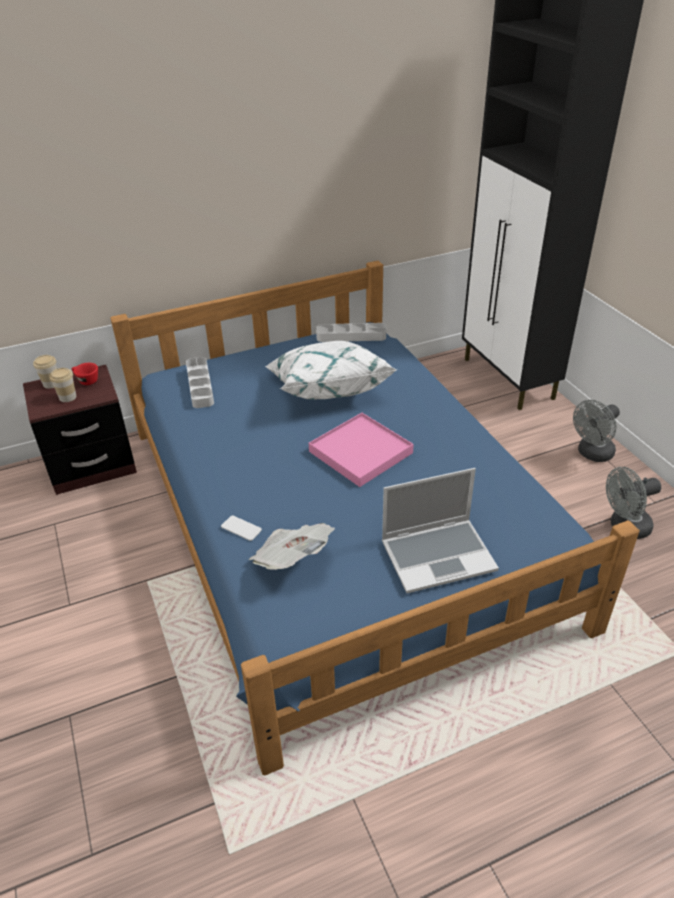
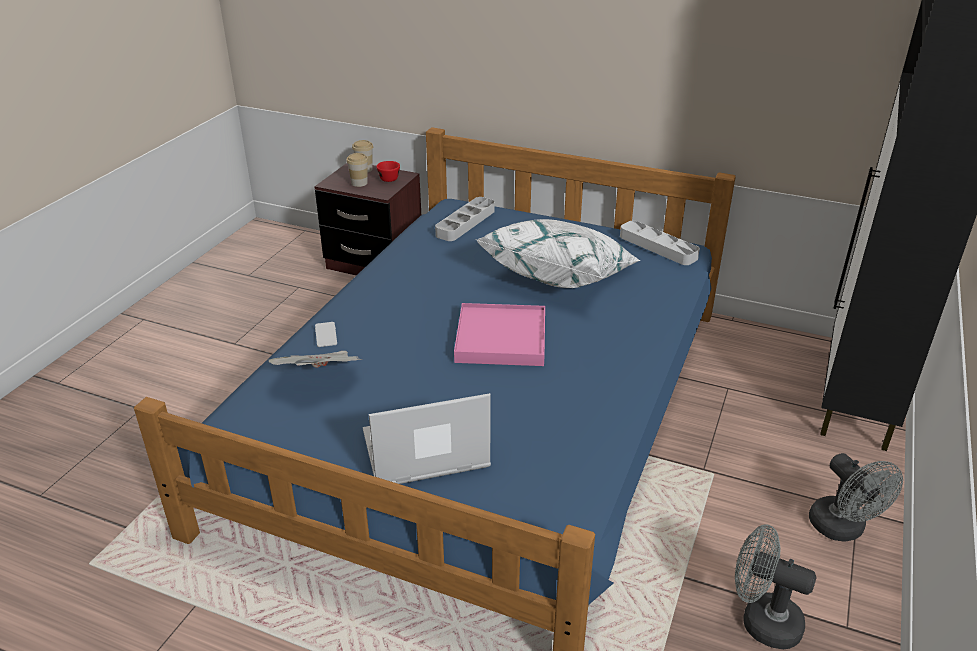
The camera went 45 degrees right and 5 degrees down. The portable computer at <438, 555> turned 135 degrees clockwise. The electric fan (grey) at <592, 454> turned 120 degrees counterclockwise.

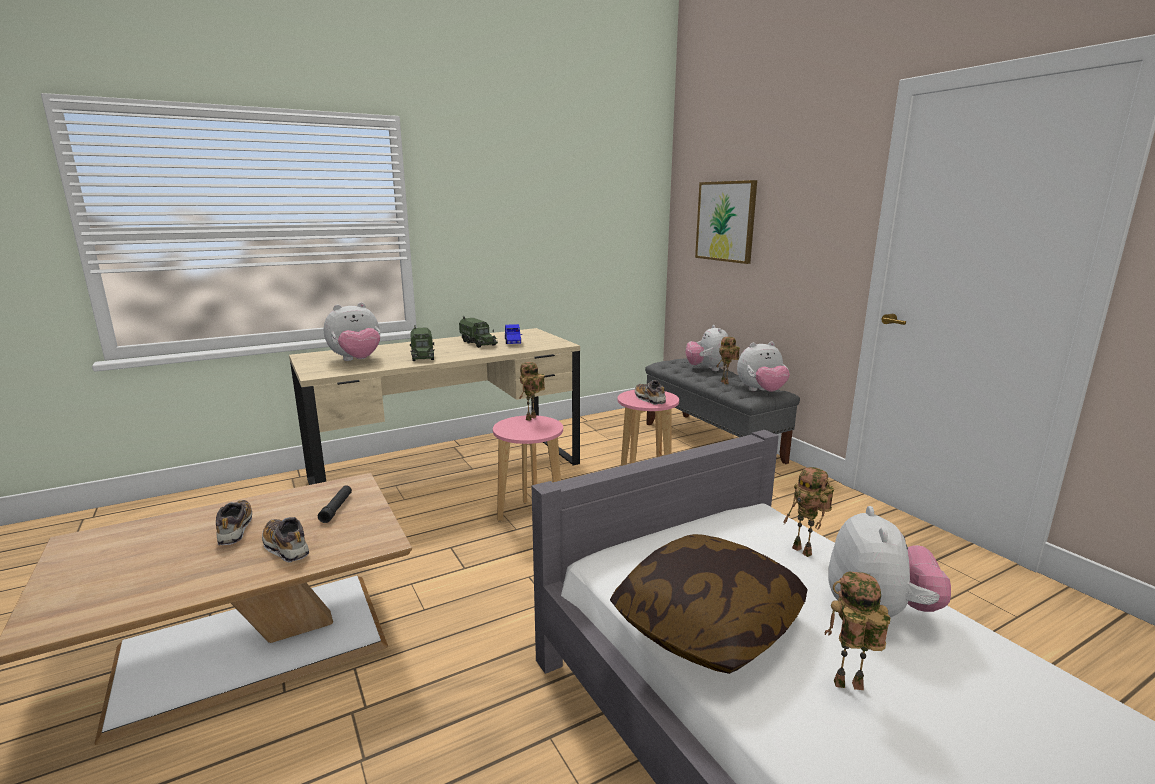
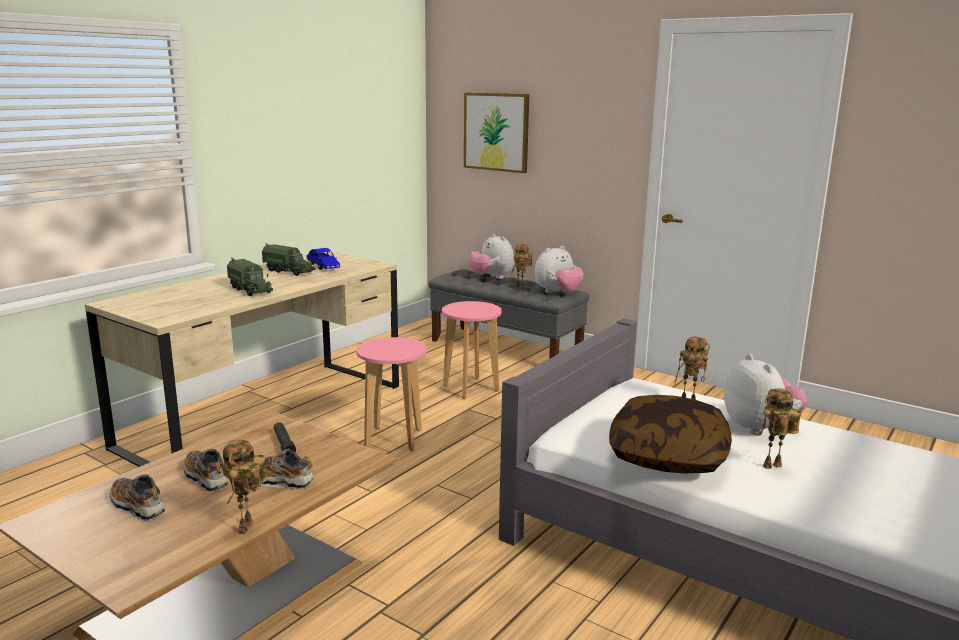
The camera went 25 degrees left and 0 degrees up. The item of footwear moved from <649, 399> to <137, 507>. The toy robot moved from <531, 419> to <247, 529>. The cuddly toy at <357, 360> disappeared.

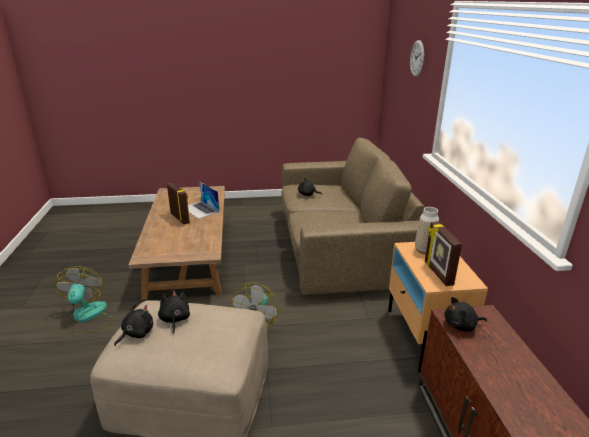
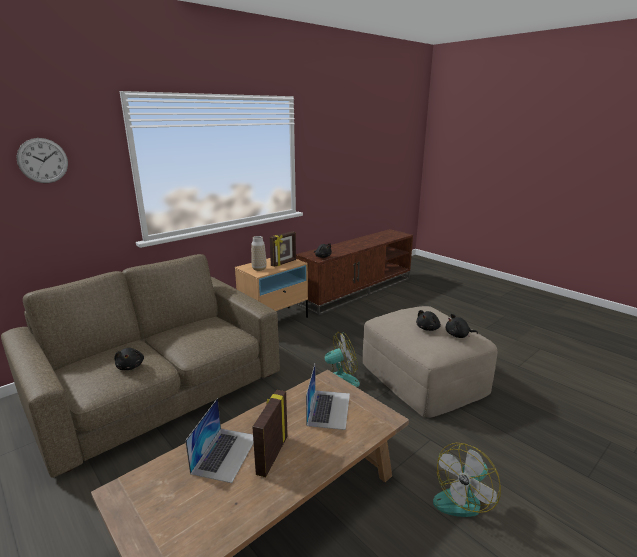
The camera went 125 degrees left and 5 degrees down. The portable computer at <328, 408> appeared.

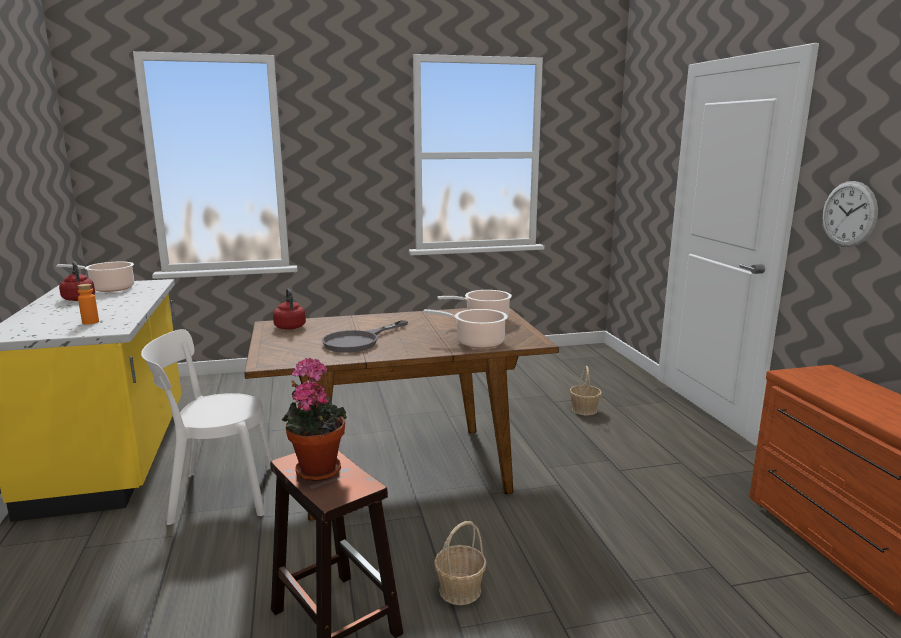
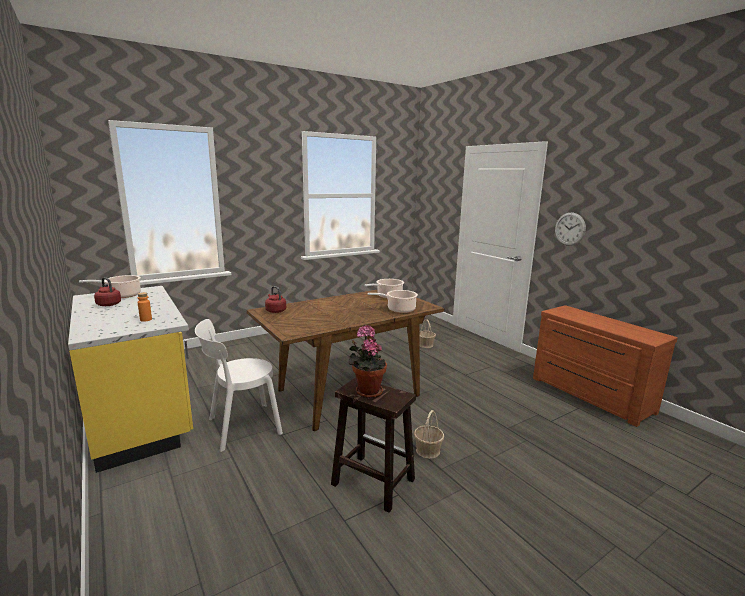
The camera went 20 degrees left and 0 degrees up. The frying pan (grey) at <358, 341> disappeared.

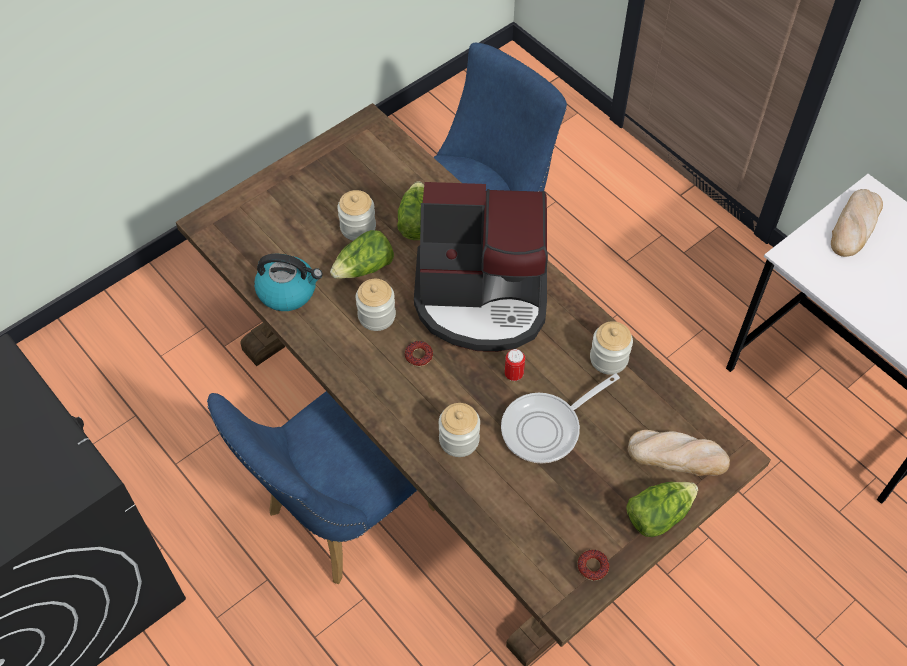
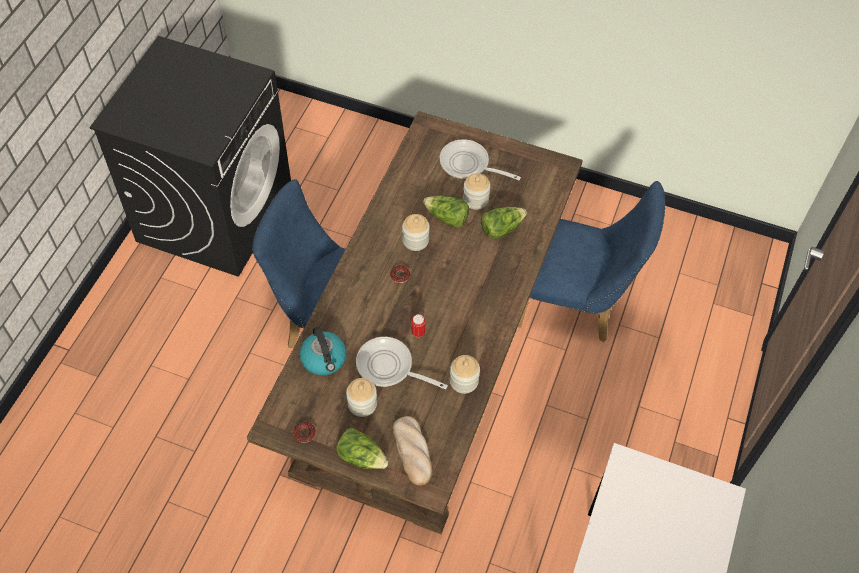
The camera went 60 degrees right and 0 degrees up. The tea kettle moved from <288, 291> to <324, 359>. The storage jar moved from <459, 440> to <362, 404>. The frying pan at <468, 165> appeared. The coffee machine at <482, 298> disappeared. The bread at <855, 226> disappeared.

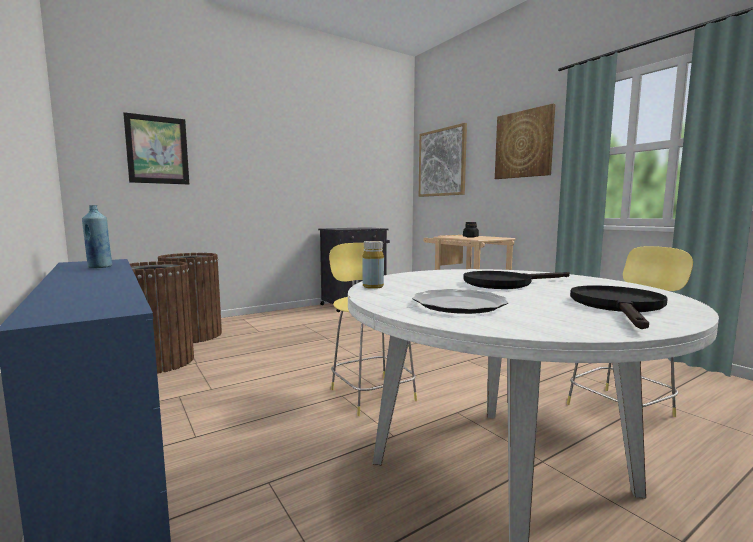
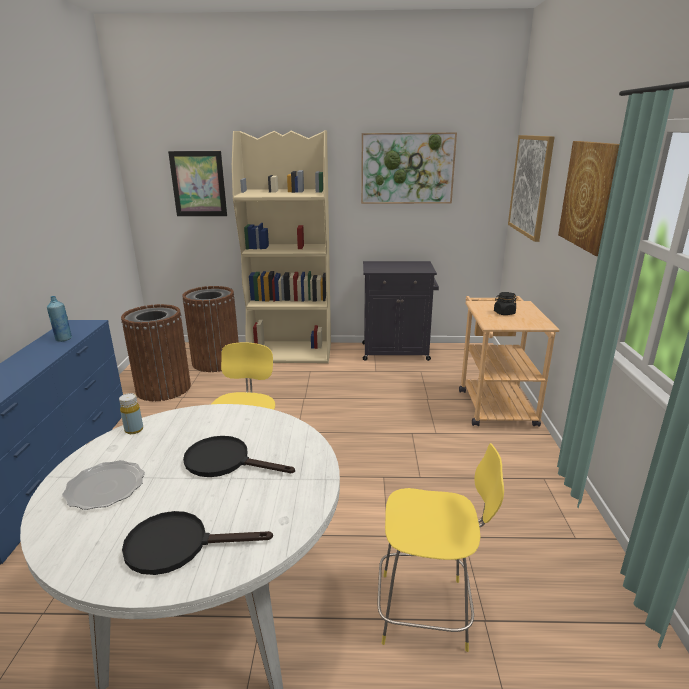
The camera went 35 degrees right and 15 degrees up. The frying pan (black) at <618, 307> turned 150 degrees counterclockwise. The bookcase (beige) at <291, 353> appeared. The wall art at <407, 168> appeared.

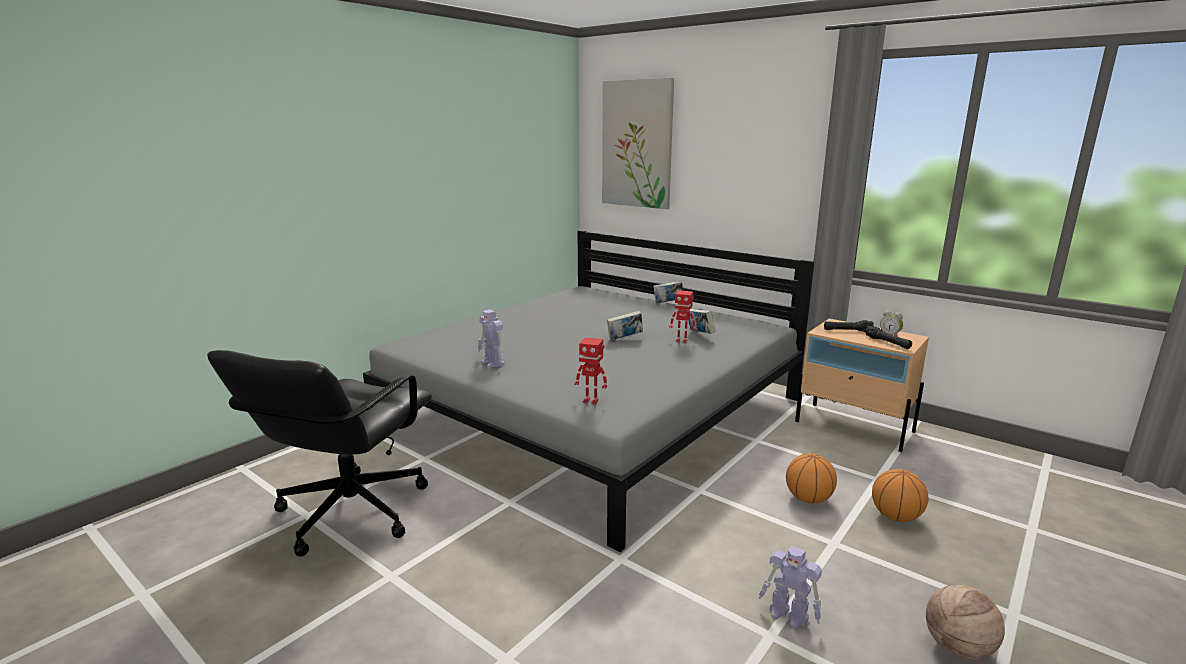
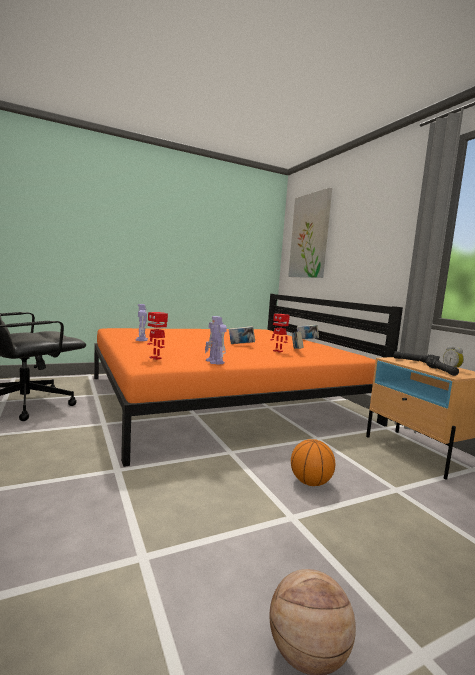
The camera went 25 degrees right and 10 degrees down. The bedroom bed (grey) at <595, 412> became the bedroom bed (orange-coloured) at <223, 398>. The toy robot moved from <789, 615> to <215, 362>. The basketball ball at <895, 517> disappeared.

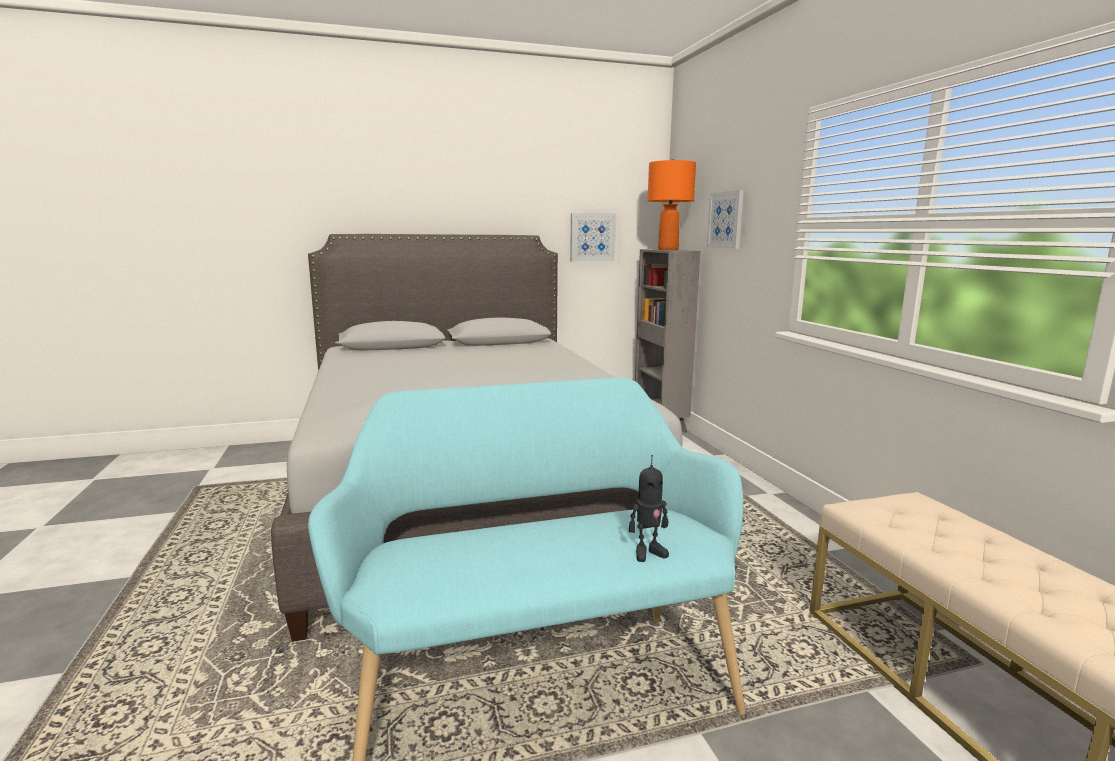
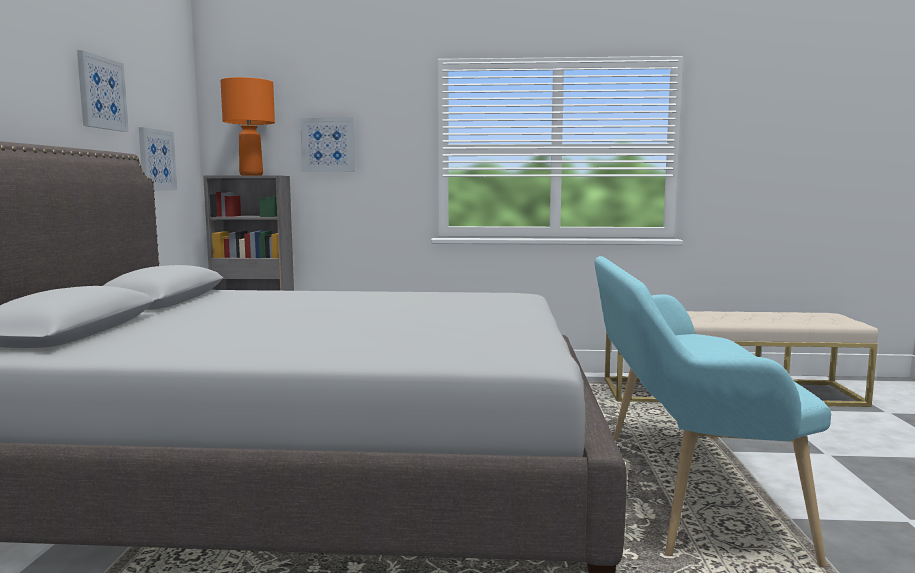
The camera went 70 degrees left and 5 degrees down. The wall art at <101, 93> appeared. The toy robot at <648, 553> disappeared.

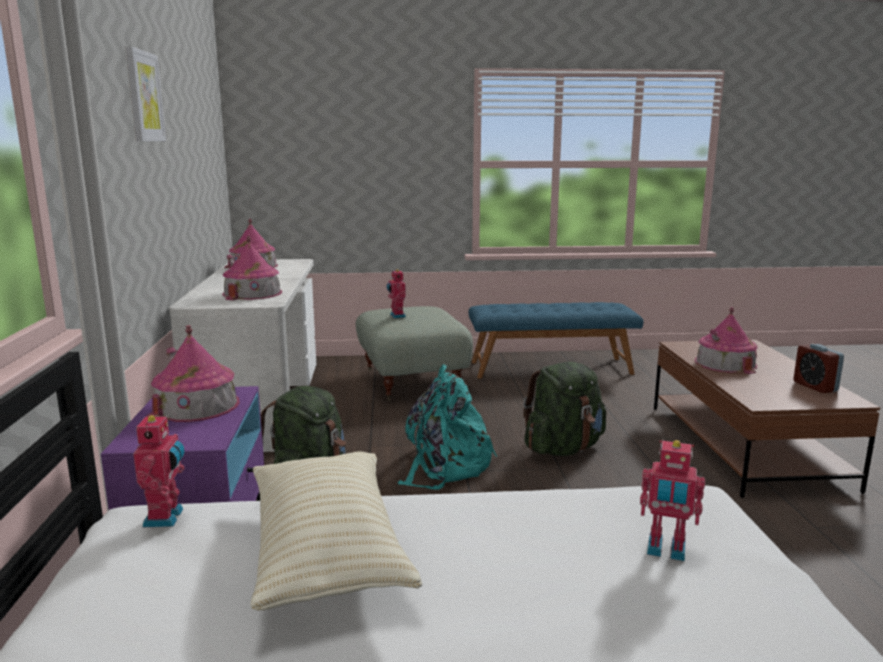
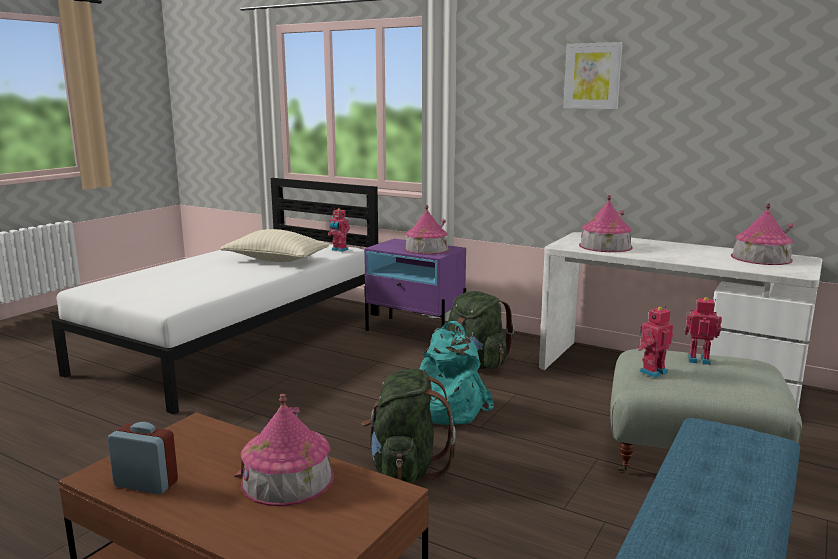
The camera went 125 degrees right and 0 degrees up. The toy robot moved from <666, 551> to <652, 371>.

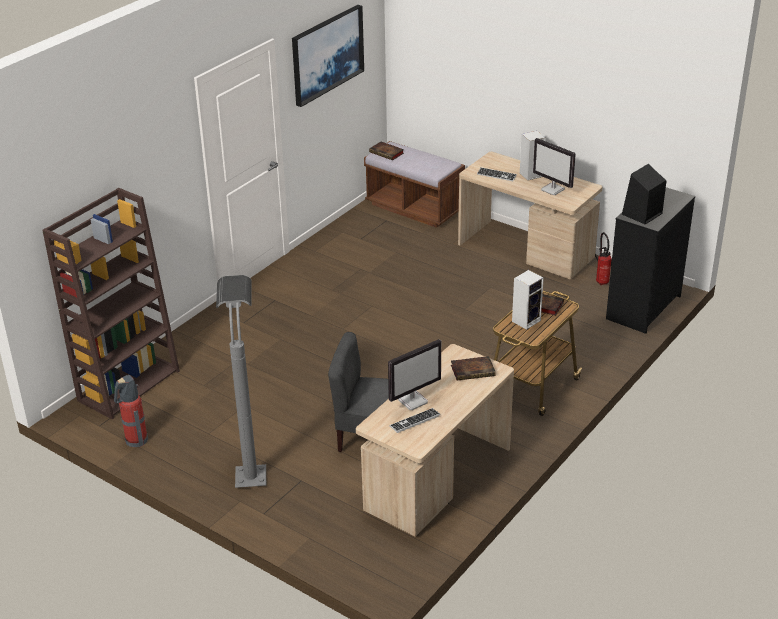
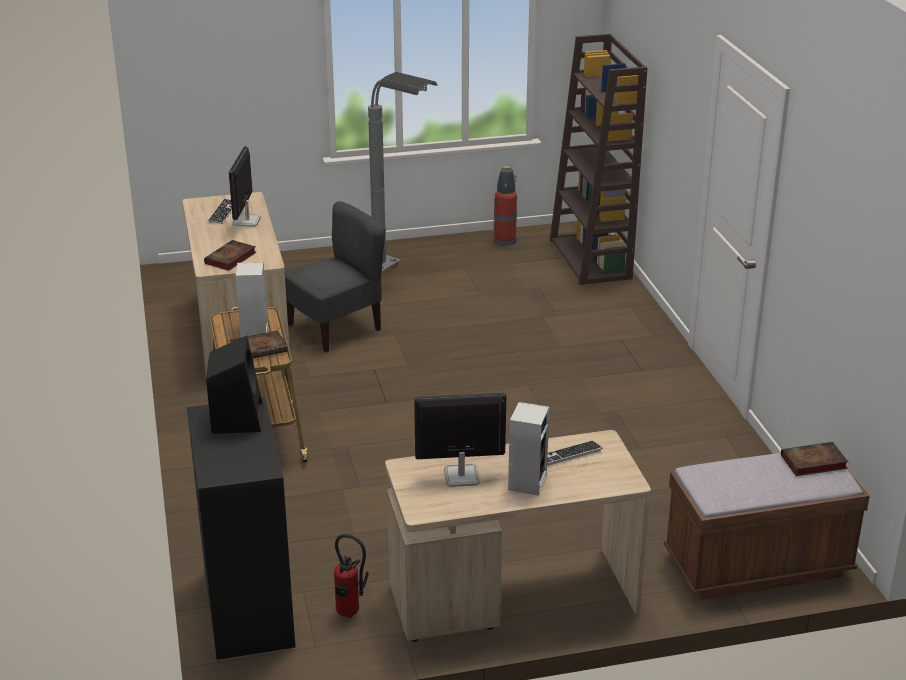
The camera went 130 degrees right and 5 degrees down. The wall art at <327, 54> disappeared.

